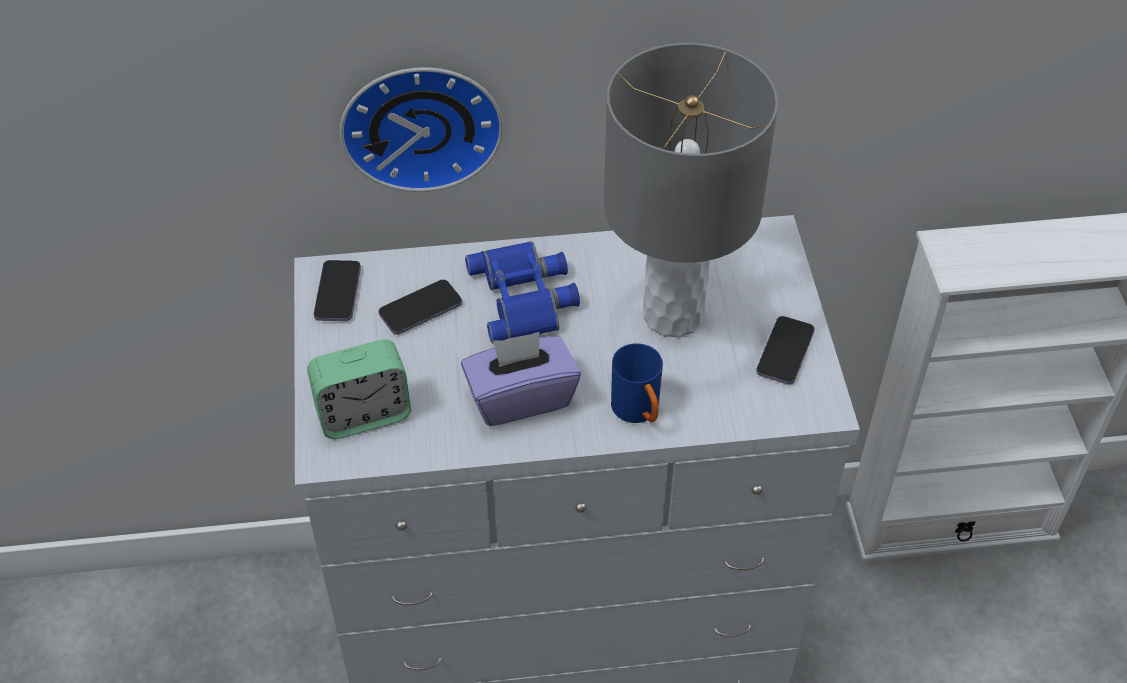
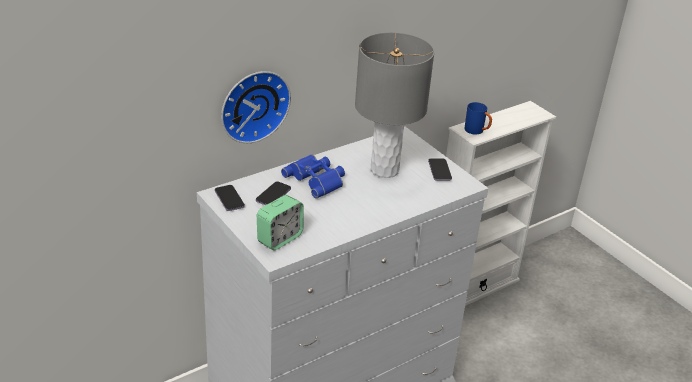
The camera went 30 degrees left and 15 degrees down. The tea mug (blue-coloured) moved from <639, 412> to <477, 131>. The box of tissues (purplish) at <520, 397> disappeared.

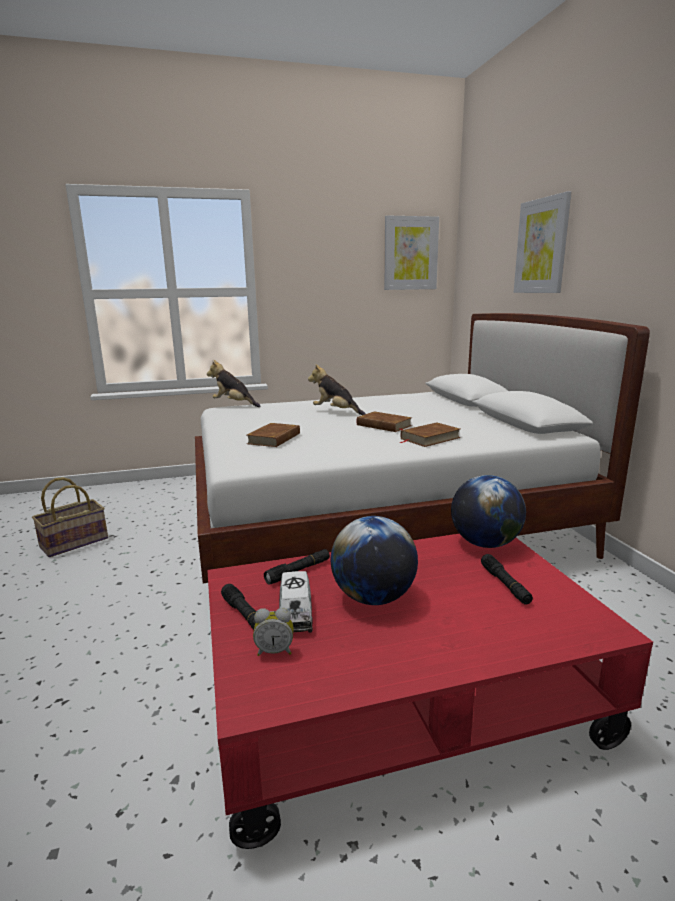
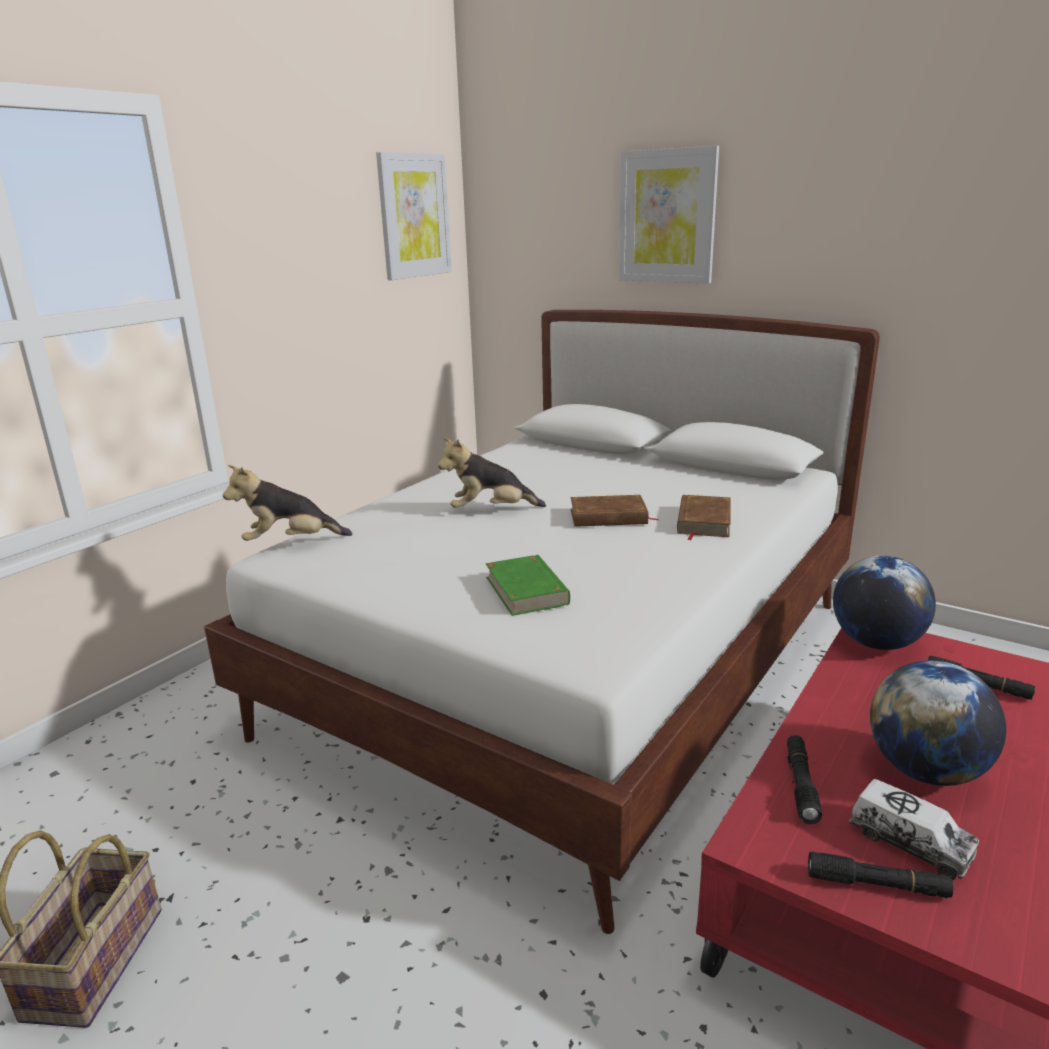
The camera went 40 degrees left and 5 degrees up. The volume (brown-coloured) at <274, 439> became the volume (green) at <527, 590>. The table clock at <274, 651> disappeared.

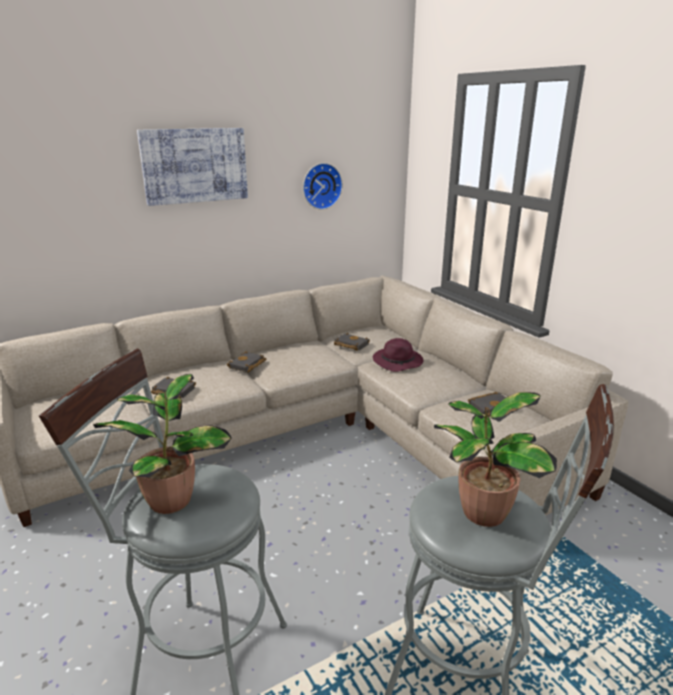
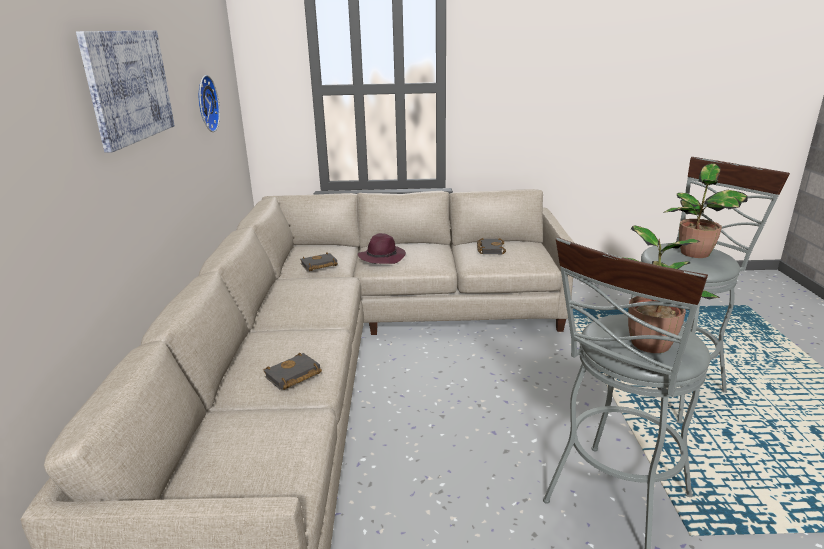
The camera went 60 degrees left and 0 degrees up. The volume (black) at <247, 365> disappeared.

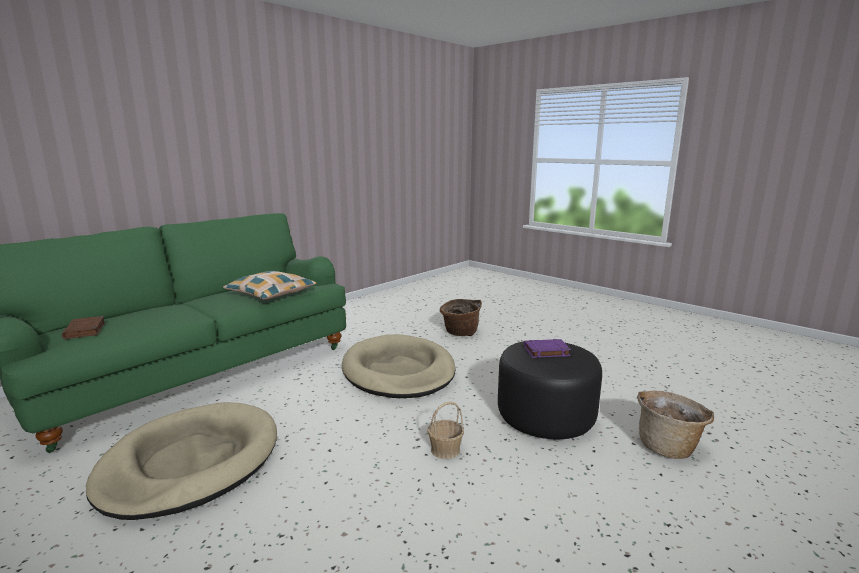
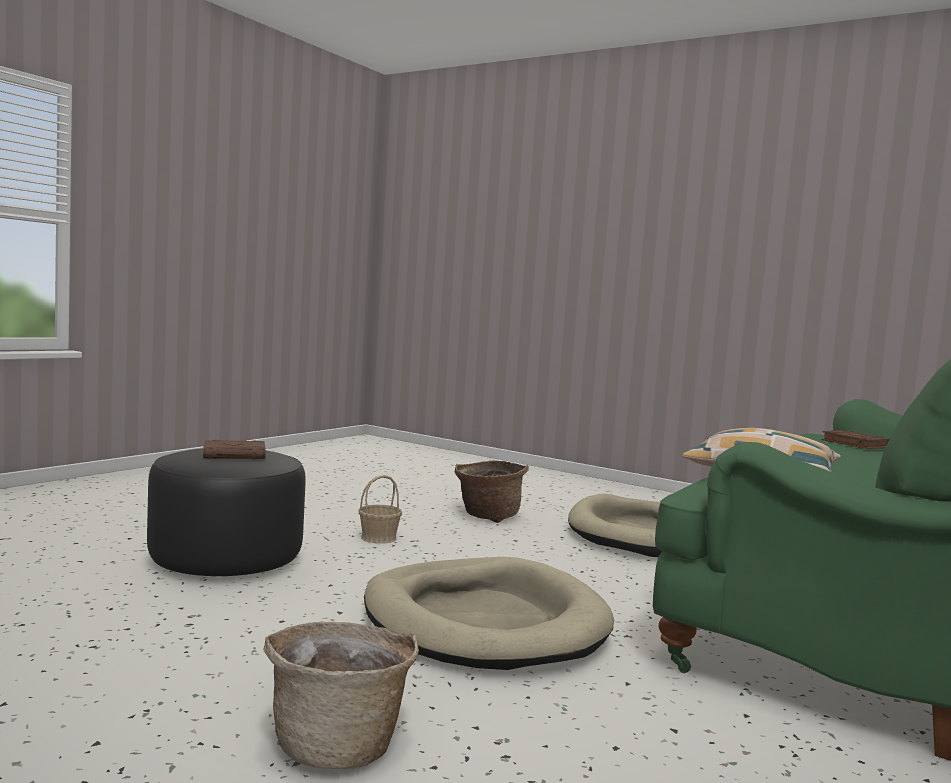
The camera went 170 degrees right and 10 degrees down. The volume (purplish) at <546, 351> became the volume (brown-coloured) at <235, 455>. The basket moved from <668, 446> to <487, 516>.

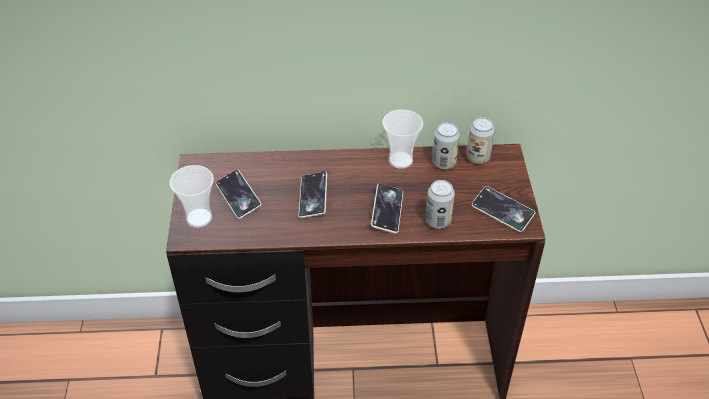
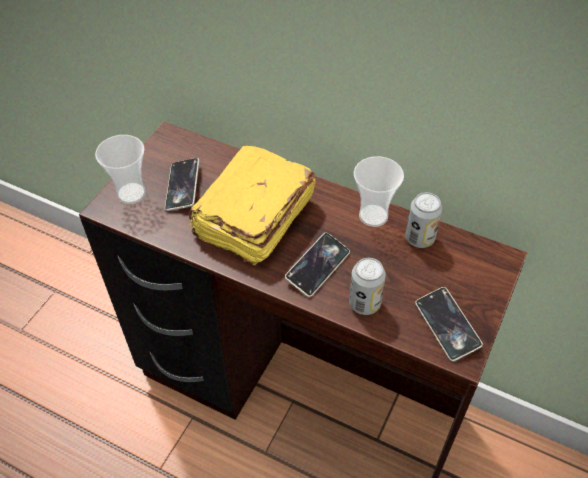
The camera went 30 degrees right and 5 degrees up. The handset at <313, 197> was replaced by the volume (yellow) at <253, 218>. The metal can at <478, 157> disappeared.

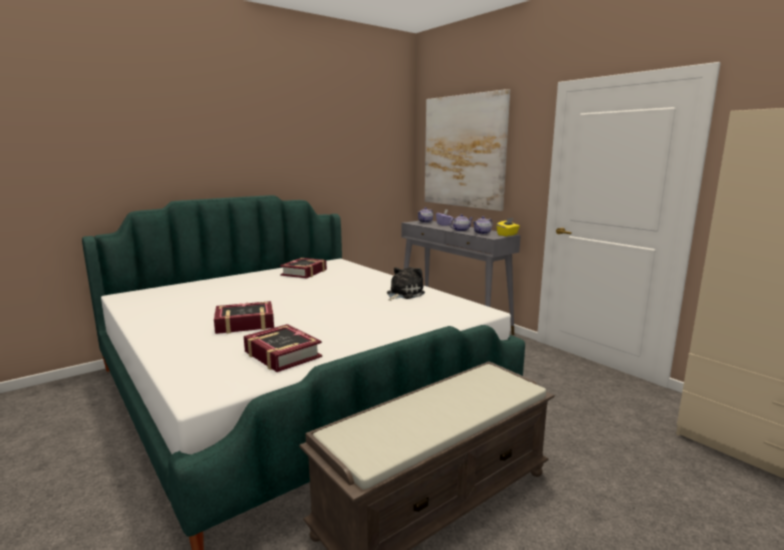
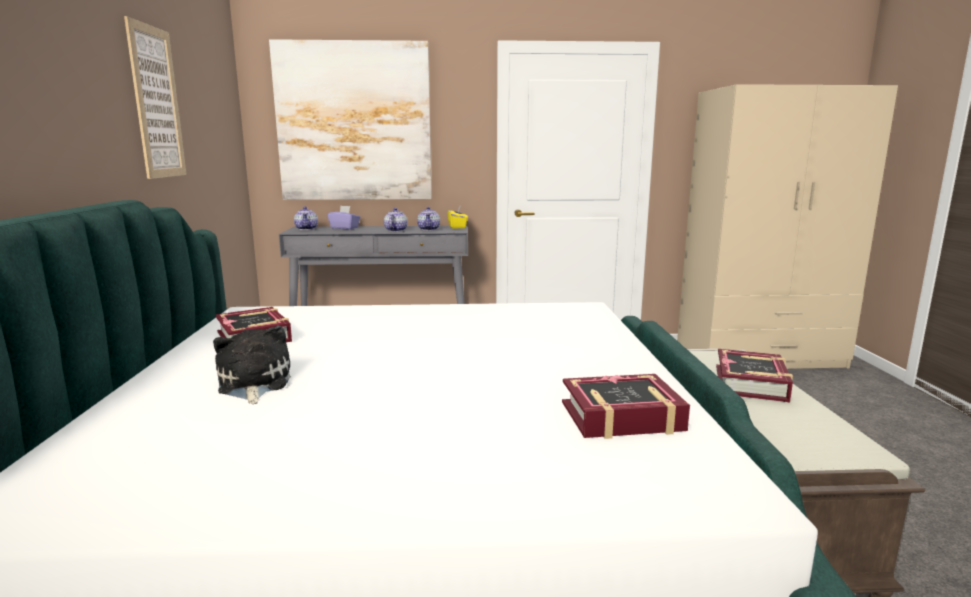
The camera went 55 degrees left and 0 degrees up. The wall art at <157, 103> appeared. The cuddly toy moved from <403, 294> to <253, 384>. The volume moved from <245, 324> to <751, 383>.

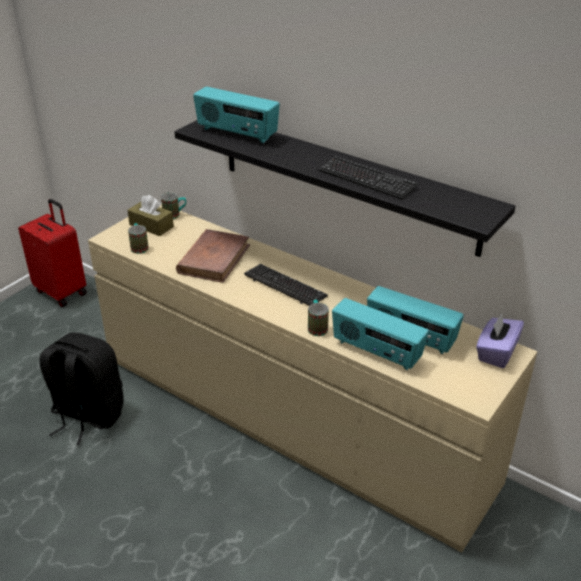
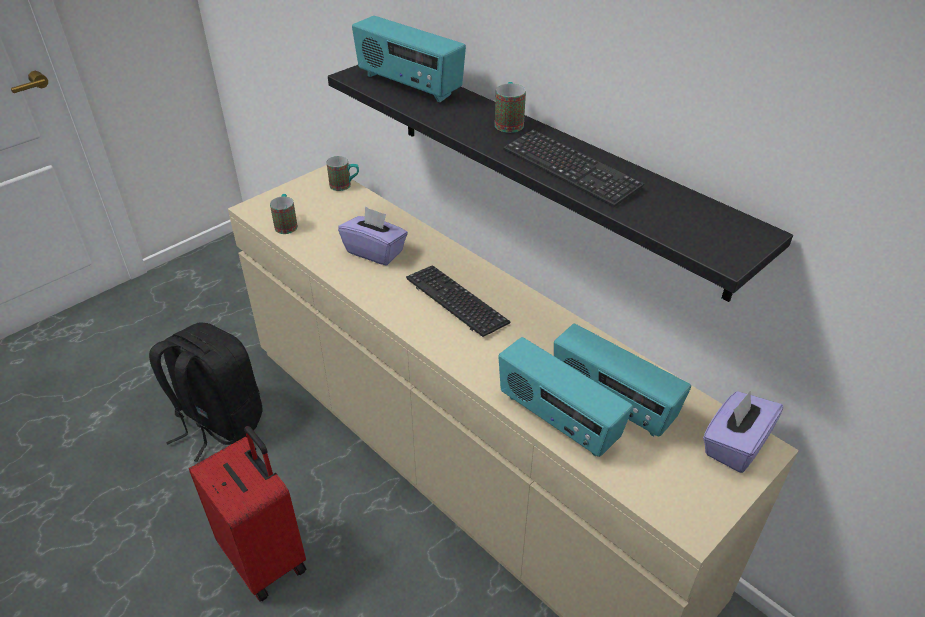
The camera went 10 degrees right and 5 degrees up. The piece of luggage (red-coloured) moved from <62, 292> to <266, 558>. The volume (brown-coloured) at <214, 259> was replaced by the box of tissues (purplish) at <375, 252>. The tea mug moved from <317, 326> to <509, 122>. The box of tissues (brown-coloured) at <151, 226> disappeared.

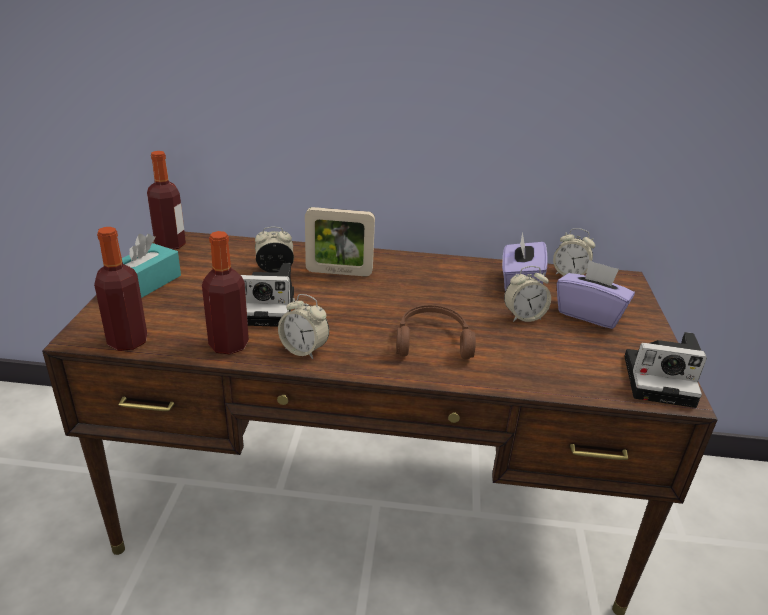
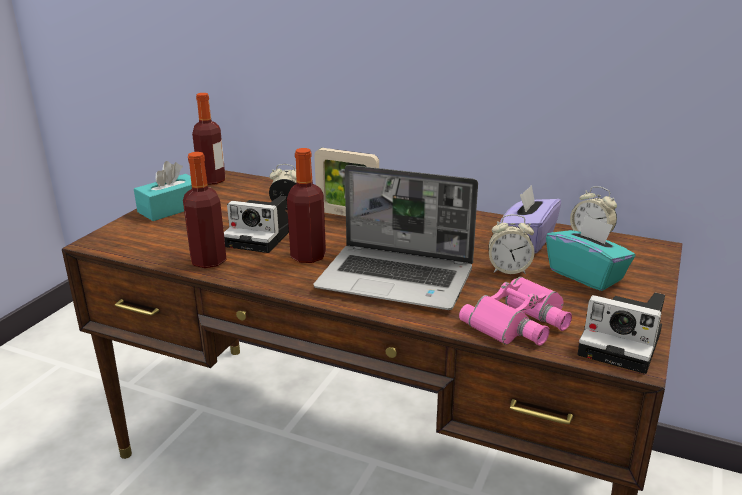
The camera went 20 degrees right and 5 degrees down. The beverage bottle moved from <128, 341> to <308, 256>. The headphones (brown-coloured) at <432, 340> was replaced by the portable computer at <397, 279>. The pair of binoculars (pink) at <520, 322> appeared. The box of tissues (purplish) at <589, 314> became the box of tissues (turquoise-coloured) at <586, 275>. The table clock at <304, 350> disappeared.

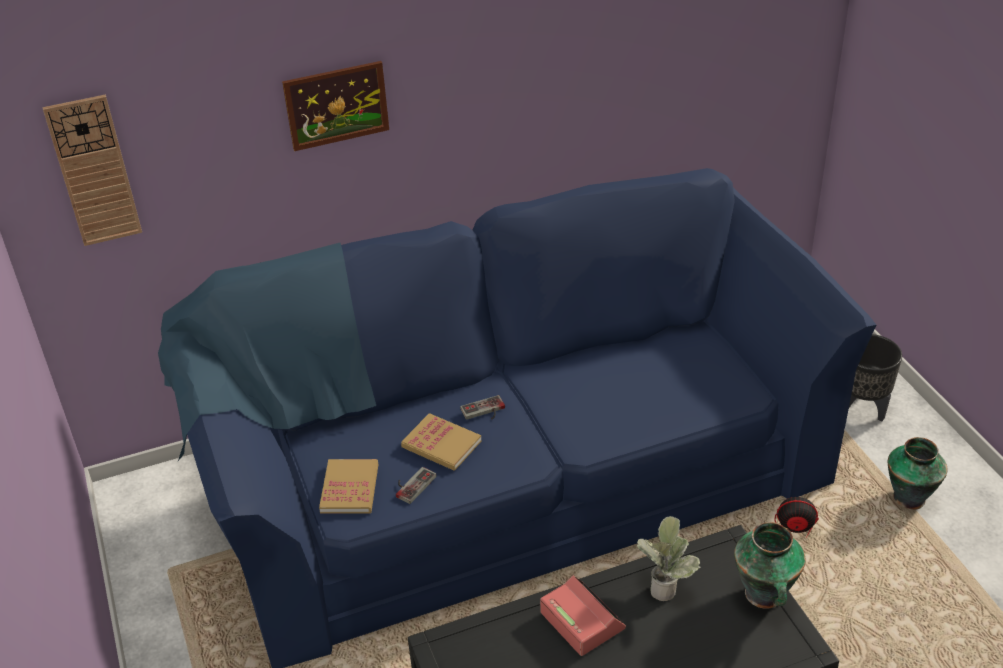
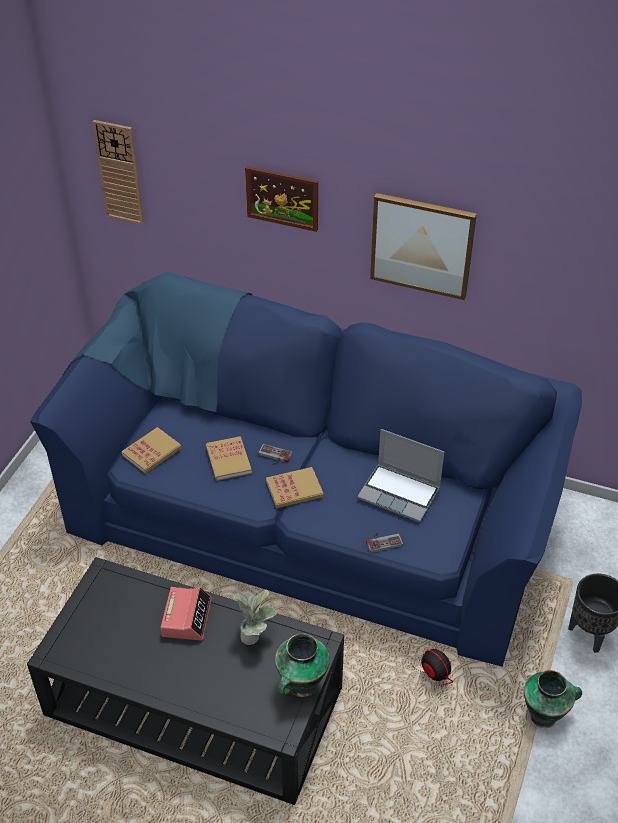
The camera went 40 degrees right and 5 degrees up. The volume at <294, 489> appeared. The portable computer at <400, 493> appeared. The game controller moved from <412, 484> to <383, 541>. The wall art at <422, 245> appeared.

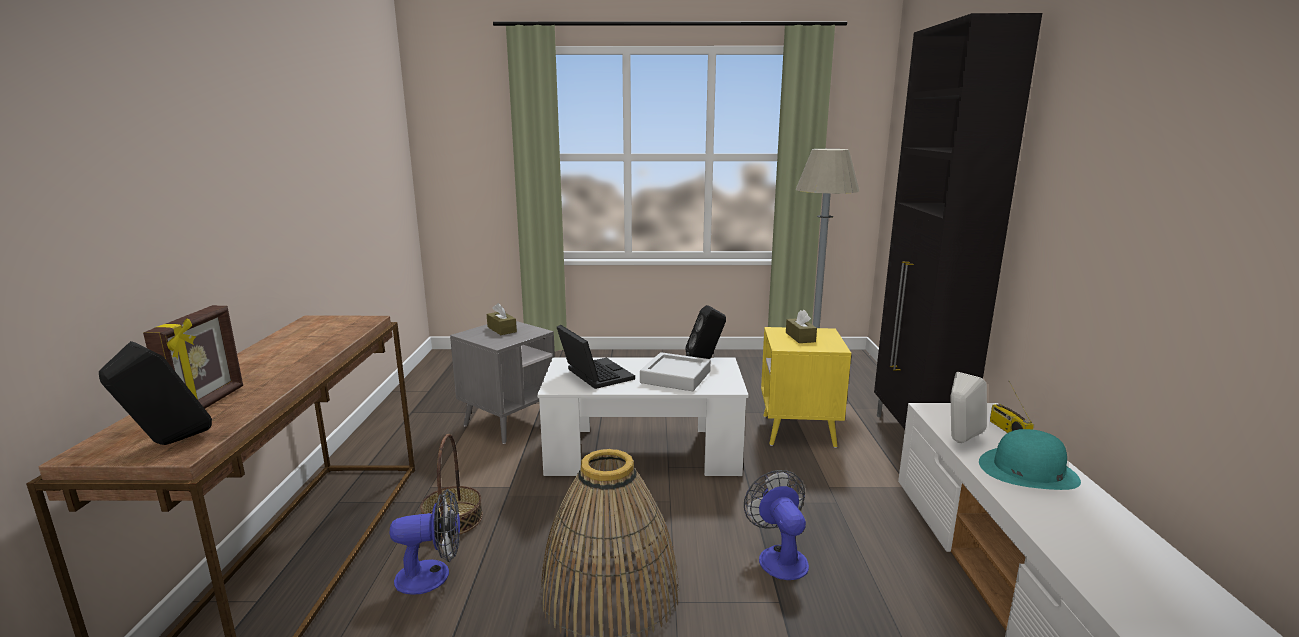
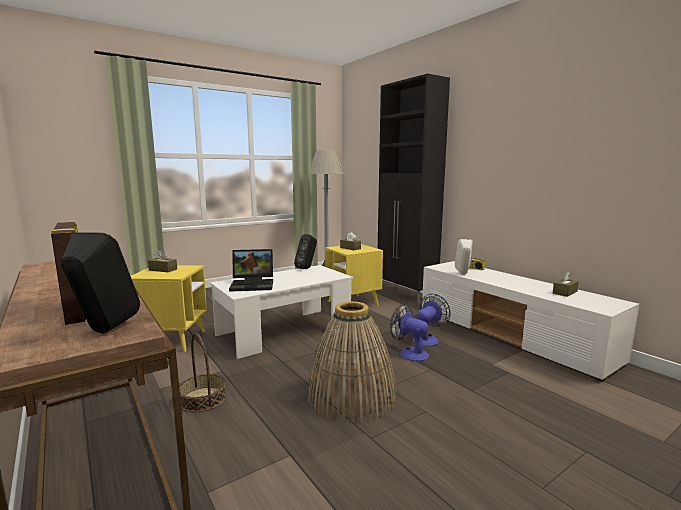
The camera went 35 degrees left and 5 degrees down. The end table (grey) at <508, 423> became the end table (yellow) at <173, 340>. The portable computer at <593, 375> turned 150 degrees clockwise. The electric fan moved from <432, 575> to <428, 339>. The box of tissues (brown-coloured) at <565, 292> appeared. The serving tray (grey) at <675, 377> disappeared. The clothing hat (turquoise-coloured) at <1027, 471> disappeared.

